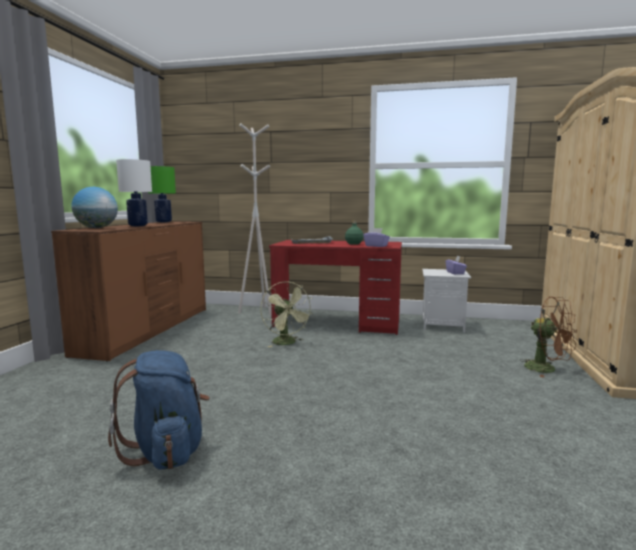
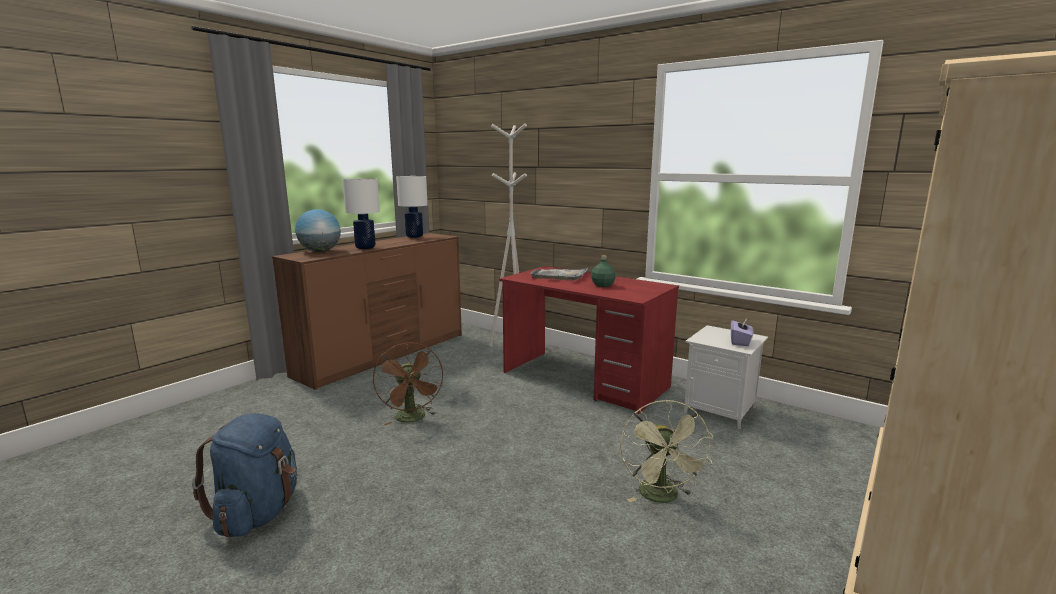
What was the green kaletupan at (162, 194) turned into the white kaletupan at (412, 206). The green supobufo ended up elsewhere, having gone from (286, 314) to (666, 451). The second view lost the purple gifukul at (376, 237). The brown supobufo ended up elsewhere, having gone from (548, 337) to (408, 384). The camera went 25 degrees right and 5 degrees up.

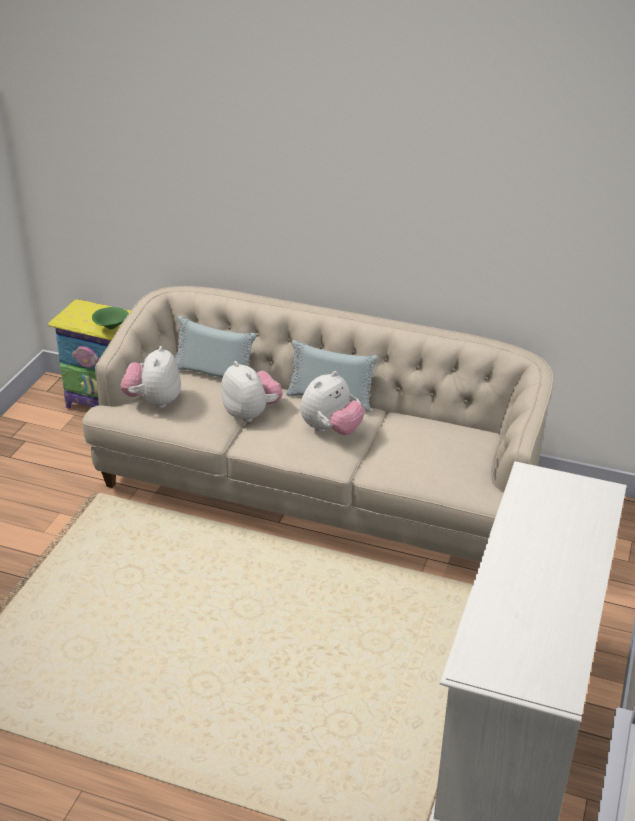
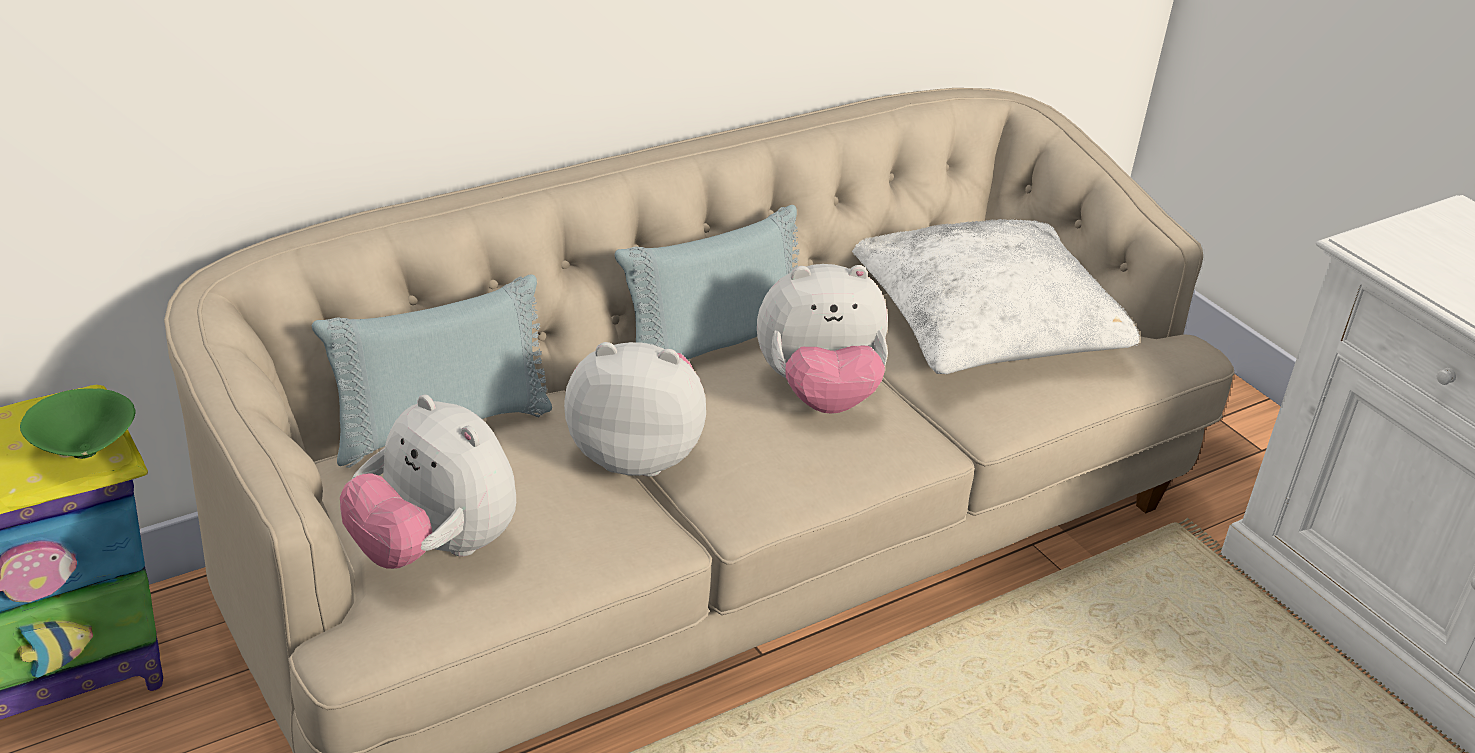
The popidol at (332, 403) ended up facing another way, 90 degrees clockwise from before. The second view gained the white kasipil at (996, 296). The camera went 55 degrees left and 0 degrees up.

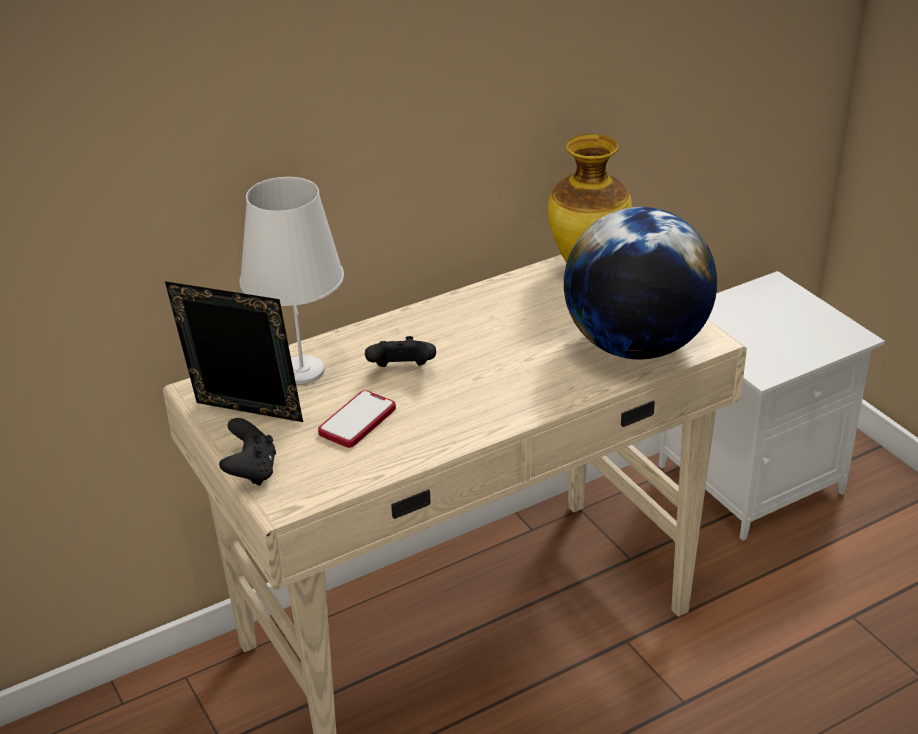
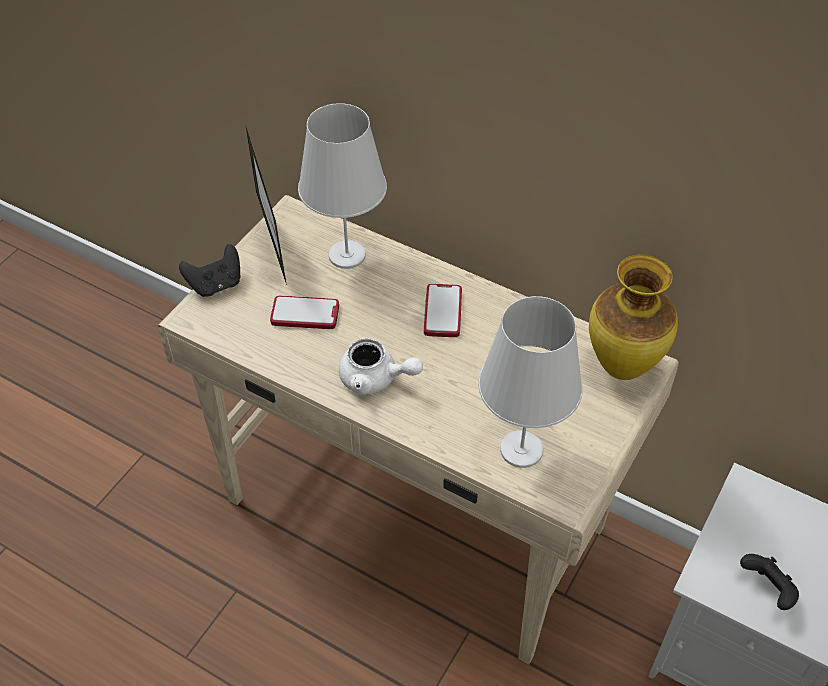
The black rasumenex ended up elsewhere, having gone from (400, 351) to (769, 582). Where the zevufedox stood at (640, 283), the white kaletupan came to stand at (530, 382). The second view gained the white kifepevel at (381, 367). The second view gained the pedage at (443, 310). The camera went 60 degrees right and 15 degrees up.

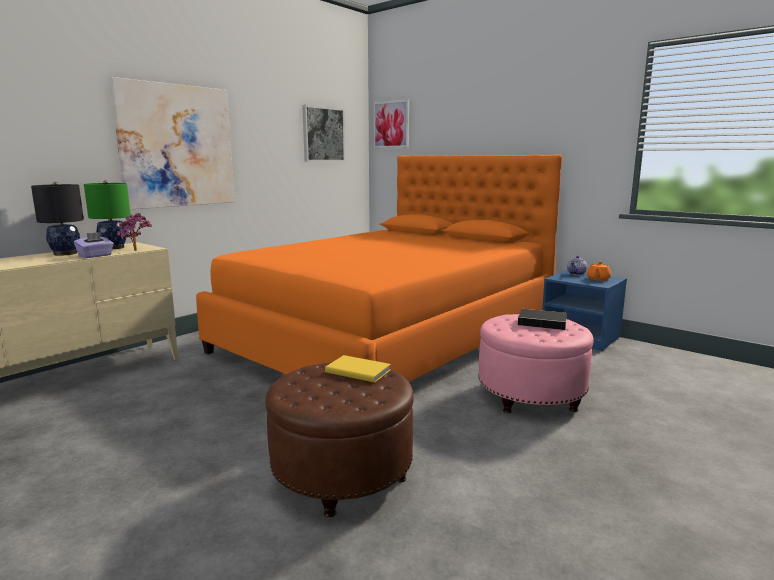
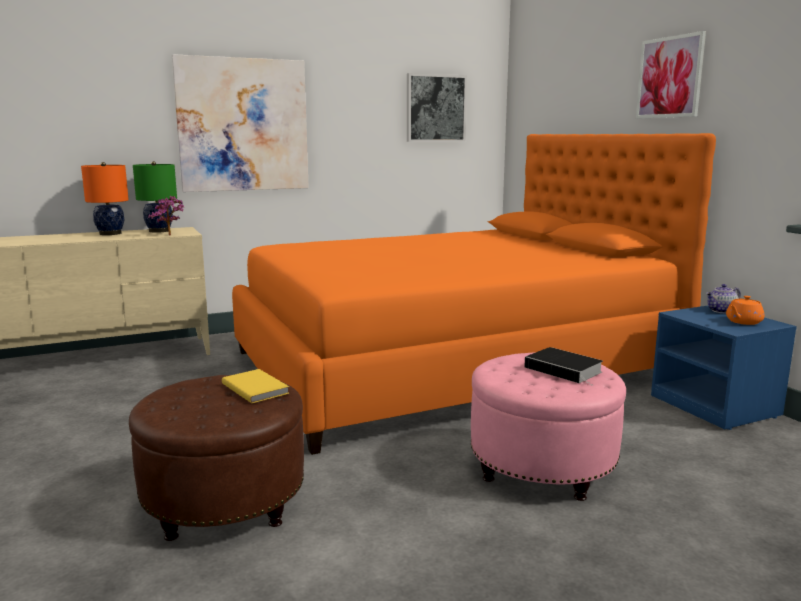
What was the black kaletupan at (57, 219) turned into the orange kaletupan at (105, 198). The second view lost the purple gifukul at (94, 245). The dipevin ended up elsewhere, having gone from (391, 123) to (671, 75). The camera went 25 degrees right and 0 degrees up.

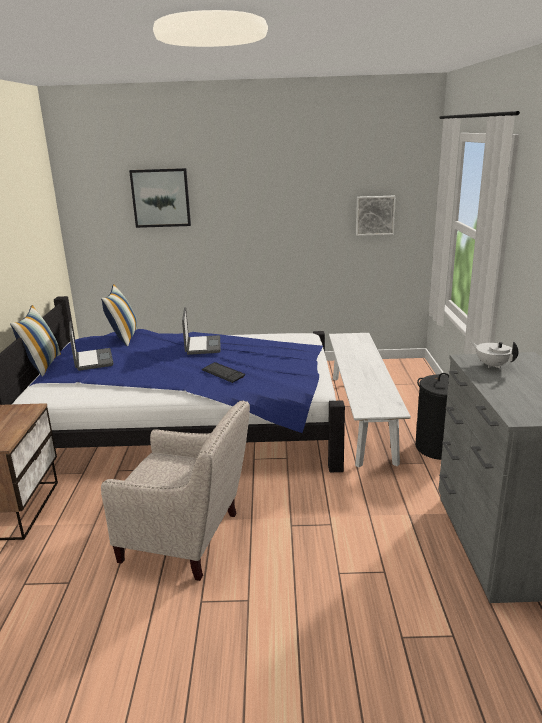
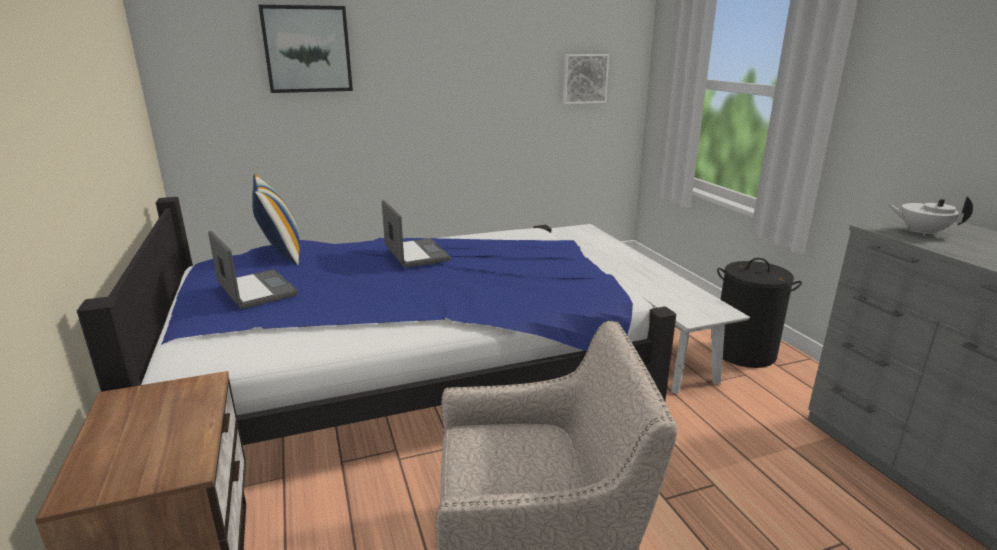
The second view lost the kasipil at (35, 341). The second view lost the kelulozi at (223, 372). The camera went 20 degrees left and 0 degrees up.

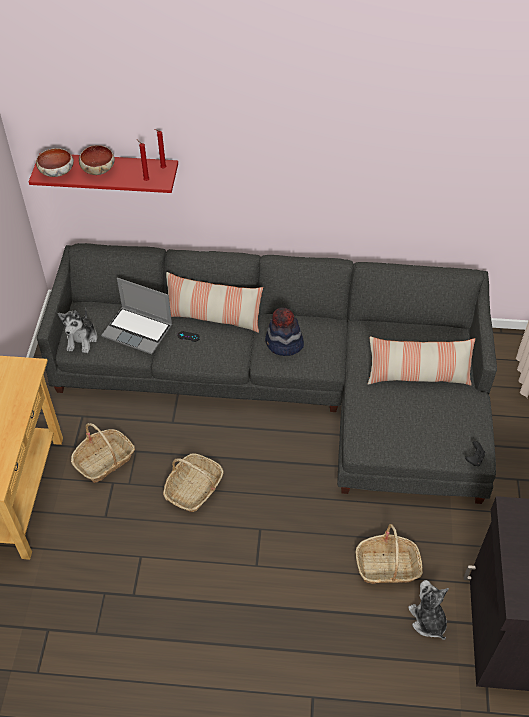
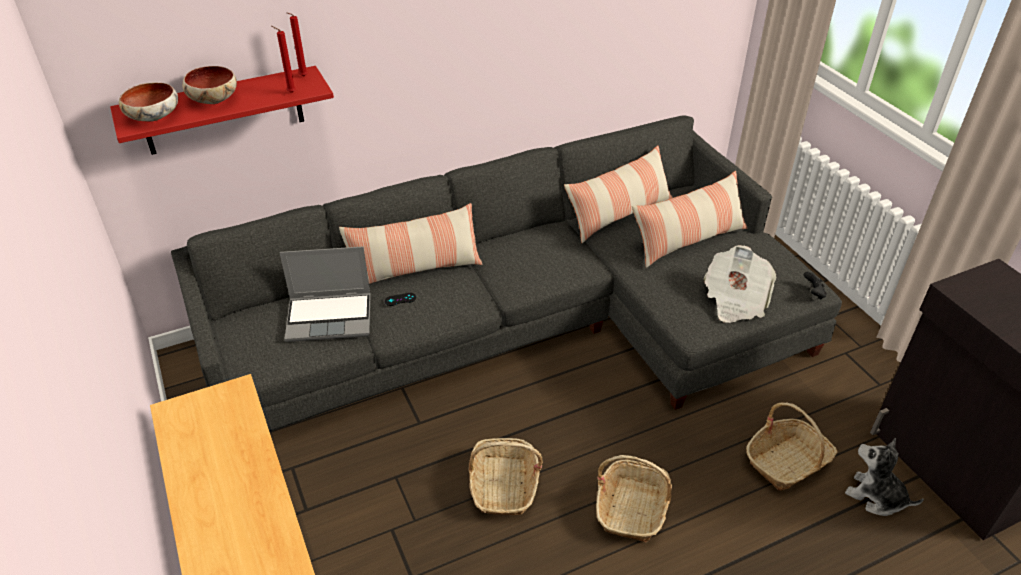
The second view lost the popidol at (77, 330). The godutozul ended up elsewhere, having gone from (103, 453) to (634, 498). The second view lost the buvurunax at (284, 331). The second view gained the kasipil at (618, 194). The second view gained the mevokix at (740, 284). The camera went 30 degrees left and 10 degrees down.

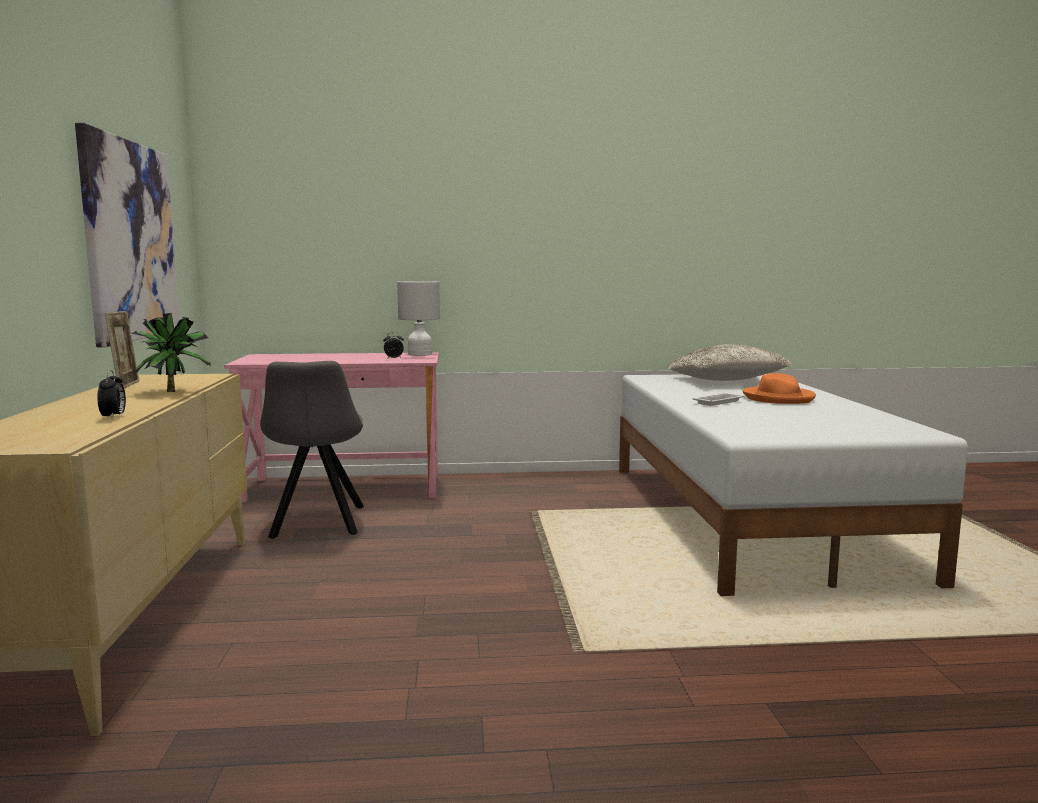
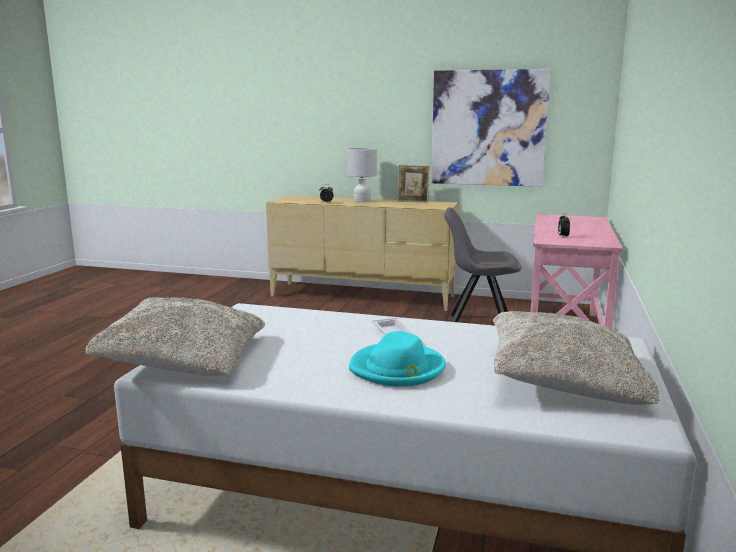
The second view lost the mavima at (171, 352). The grey kaletupan ended up elsewhere, having gone from (418, 318) to (362, 175). What was the orange buvurunax at (779, 388) turned into the turquoise buvurunax at (397, 359). The second view gained the beige kasipil at (175, 336). The camera went 110 degrees right and 5 degrees up.

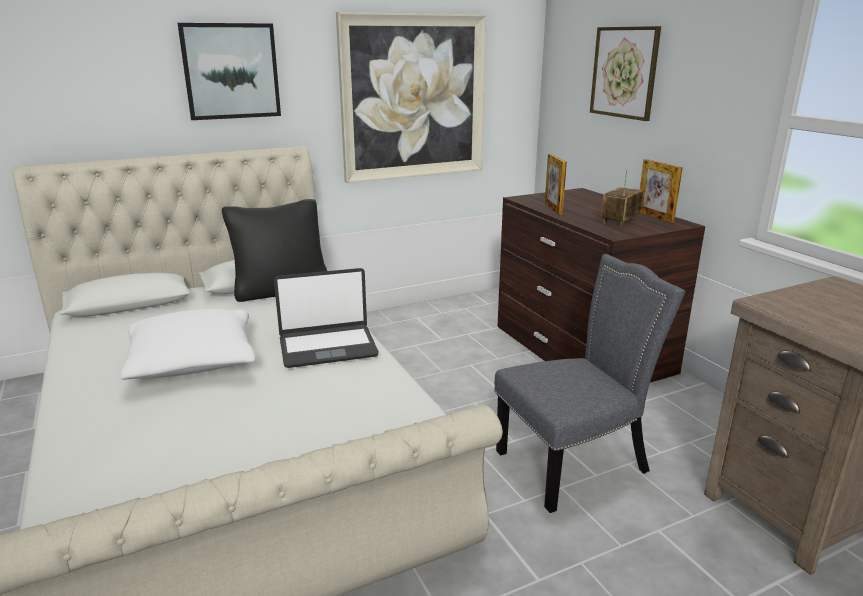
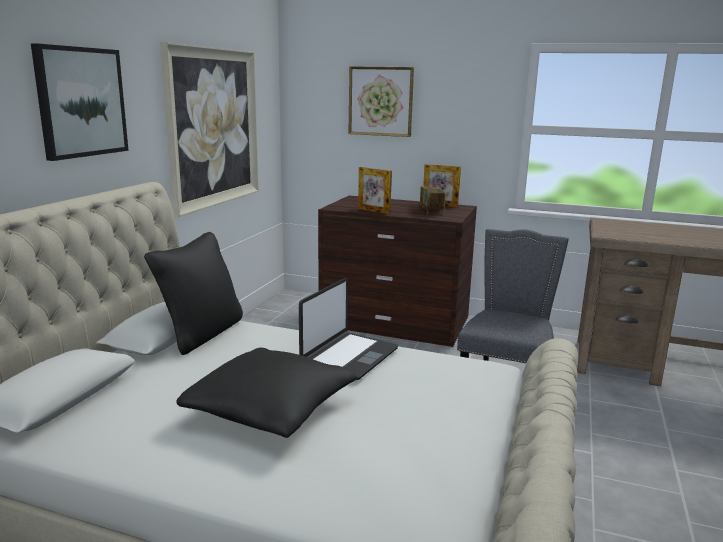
What was the white kasipil at (188, 344) turned into the black kasipil at (266, 393). The camera went 45 degrees left and 5 degrees down.

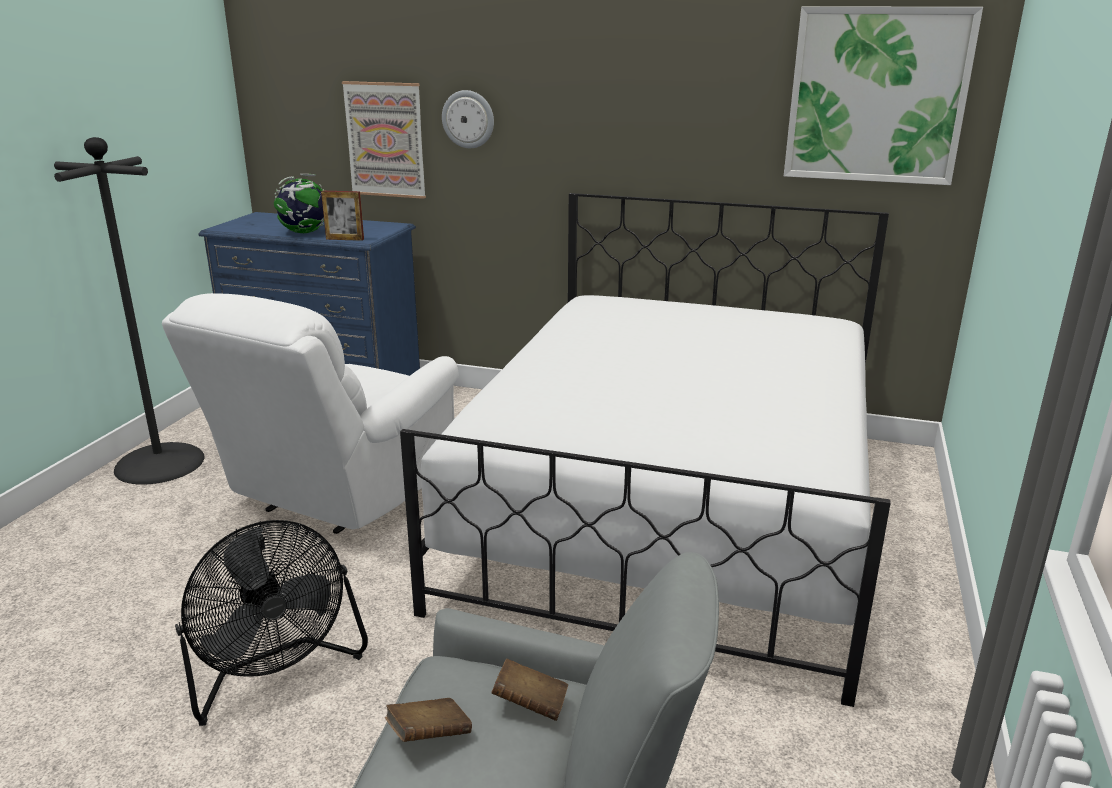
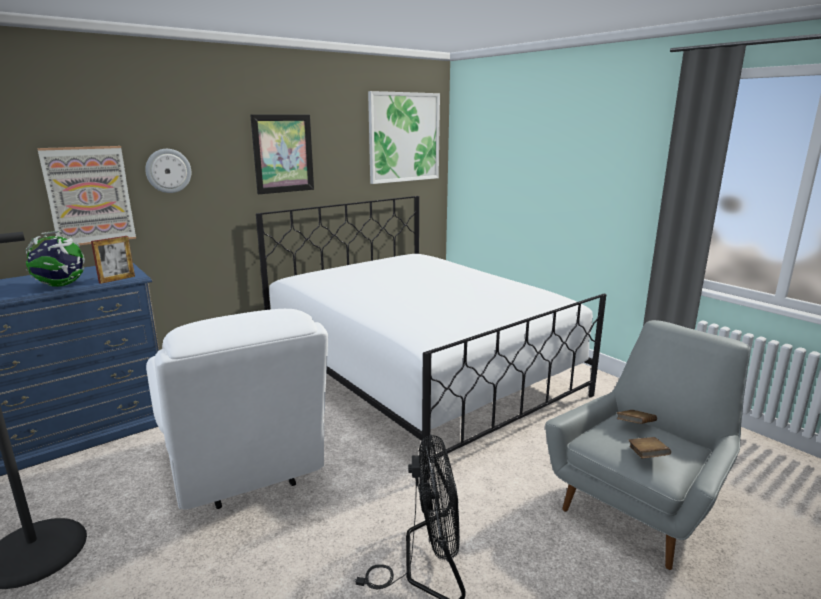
The second view gained the dipevin at (282, 154). The camera went 55 degrees left and 5 degrees down.

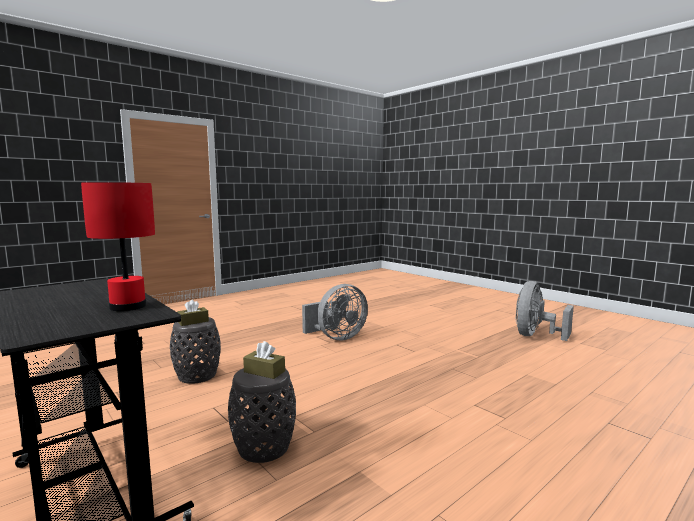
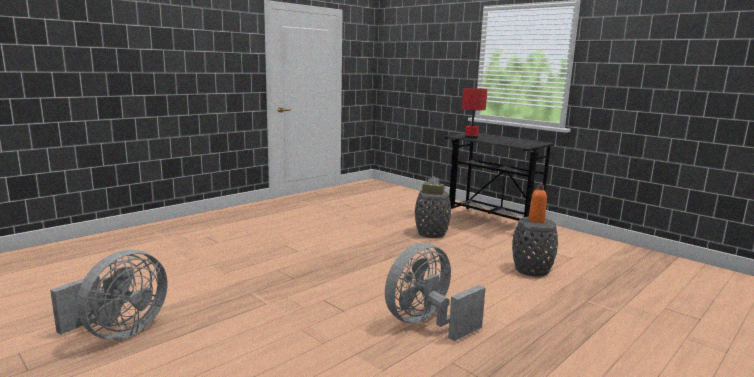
Where the brown gifukul stood at (193, 313), the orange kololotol came to stand at (538, 203). The camera went 175 degrees right and 5 degrees up.

